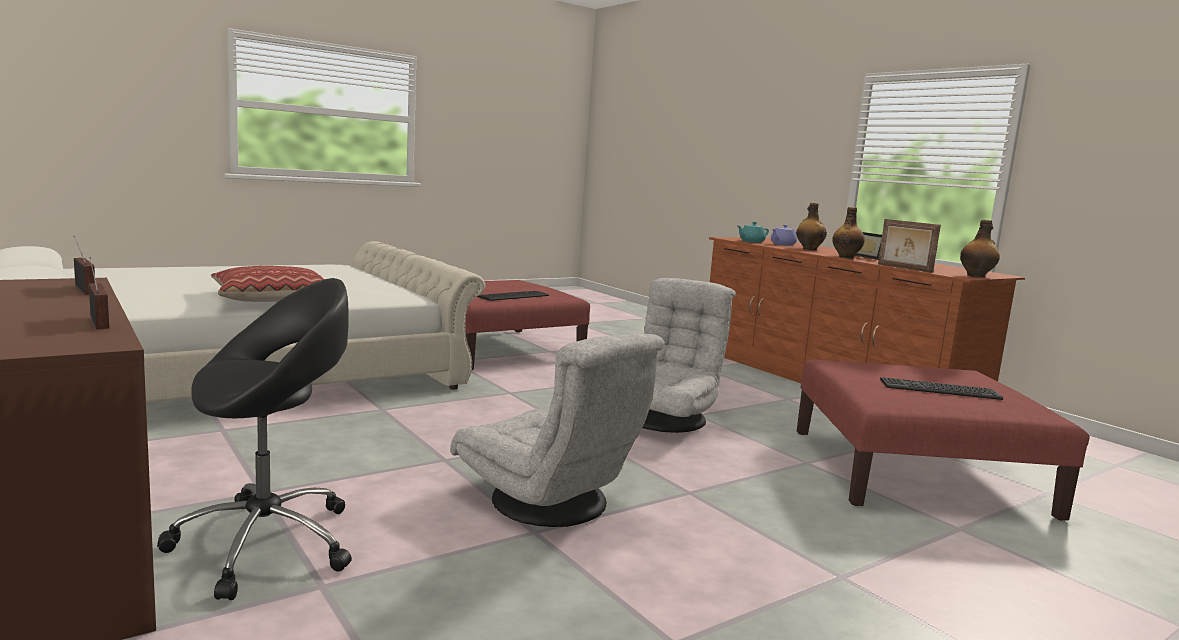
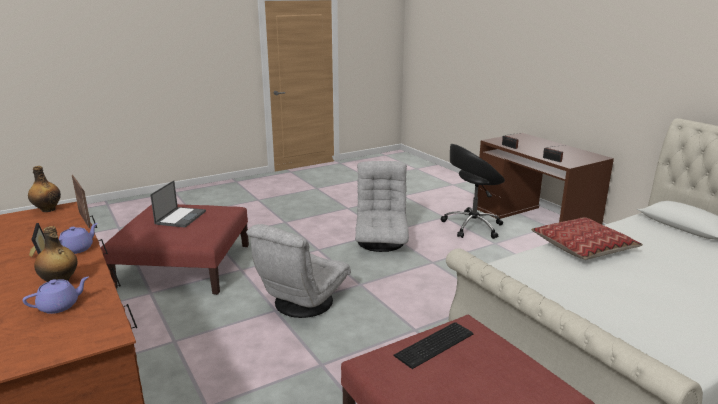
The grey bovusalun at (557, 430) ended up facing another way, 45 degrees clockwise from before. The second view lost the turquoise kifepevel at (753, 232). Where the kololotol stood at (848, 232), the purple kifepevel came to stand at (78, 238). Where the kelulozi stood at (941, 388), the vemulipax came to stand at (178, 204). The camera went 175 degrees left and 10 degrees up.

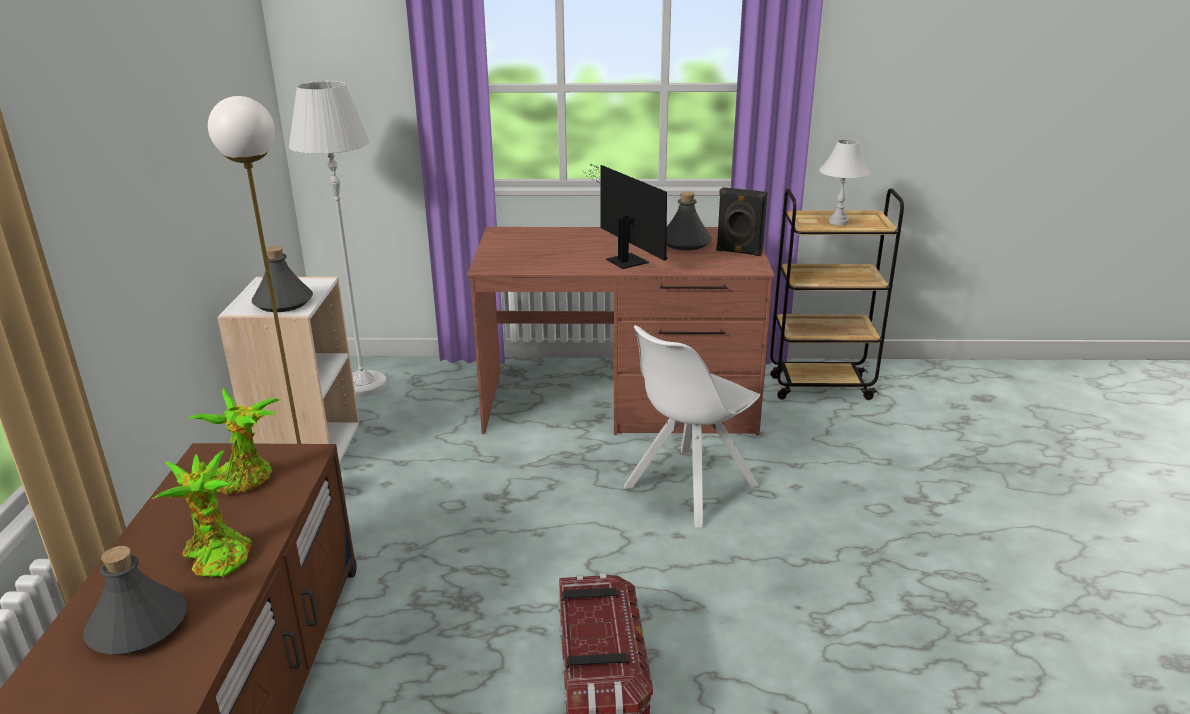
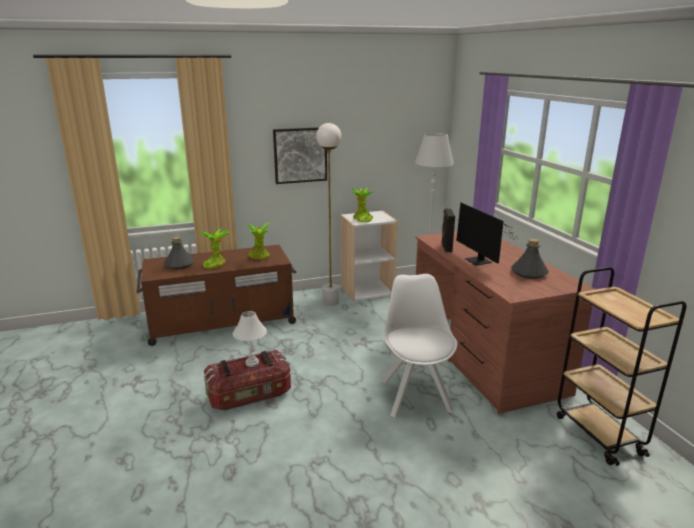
Where the grey kololotol stood at (282, 279), the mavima came to stand at (362, 205). The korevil at (625, 217) ended up facing another way, 120 degrees clockwise from before. The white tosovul at (692, 426) ended up facing another way, 60 degrees clockwise from before. The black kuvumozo ended up elsewhere, having gone from (742, 221) to (448, 230). The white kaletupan ended up elsewhere, having gone from (844, 182) to (250, 339). The second view gained the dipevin at (300, 155). The camera went 70 degrees right and 5 degrees down.

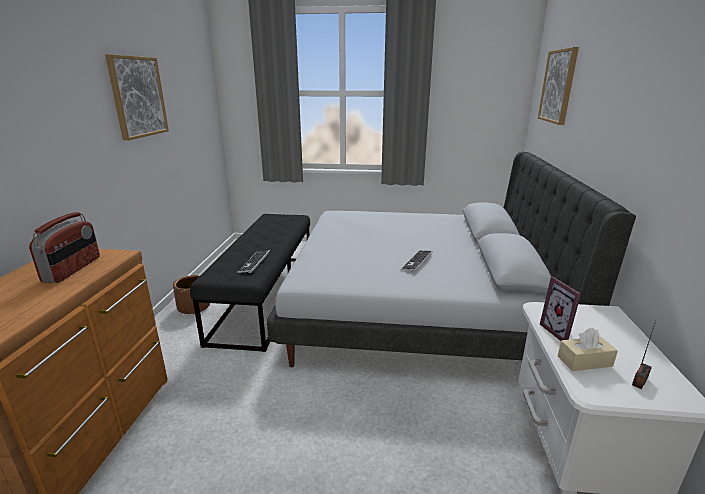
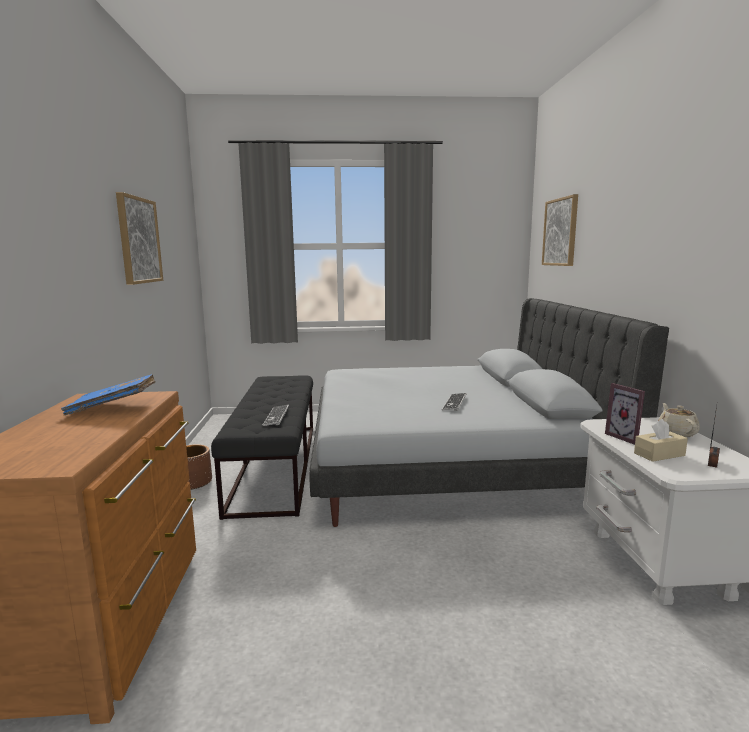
Where the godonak stood at (64, 247), the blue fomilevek came to stand at (108, 394). The second view gained the beige kifepevel at (679, 420). The camera went 10 degrees left and 10 degrees down.

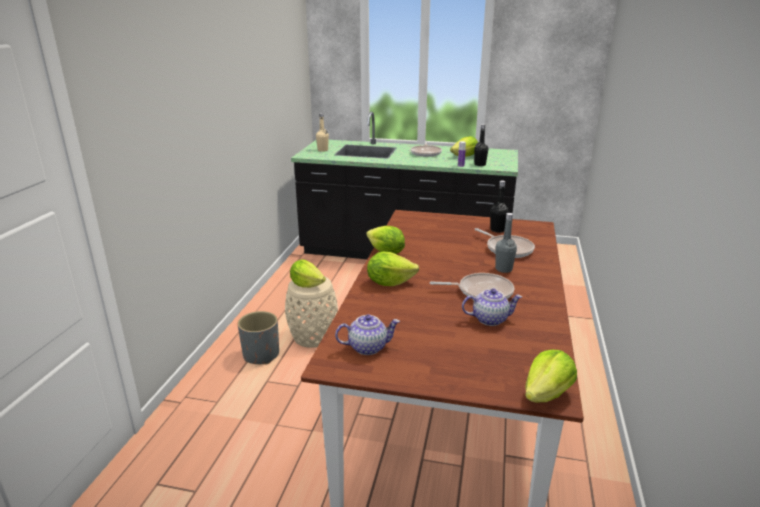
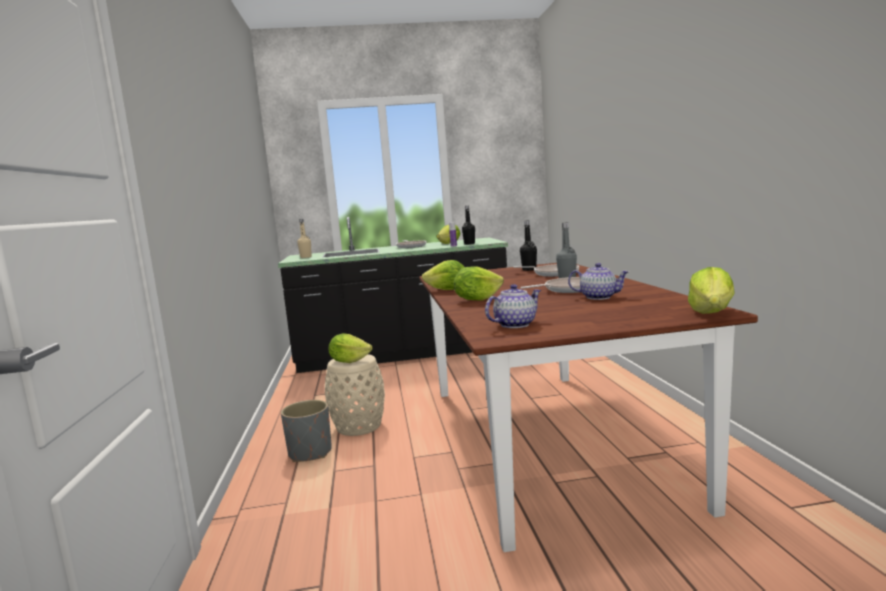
The kifepevel at (492, 307) ended up facing another way, 45 degrees clockwise from before. The camera went 20 degrees left and 15 degrees down.

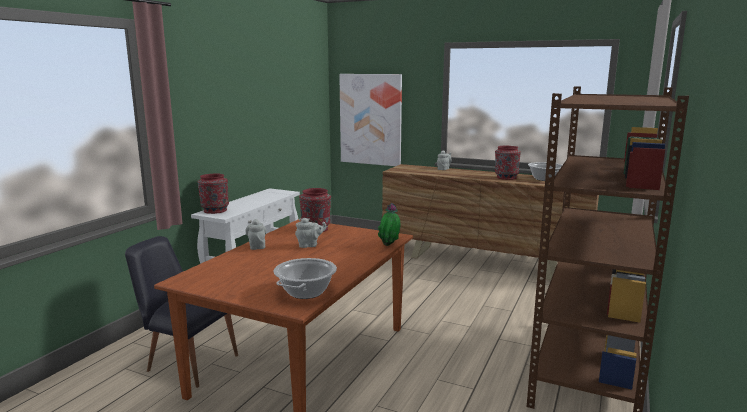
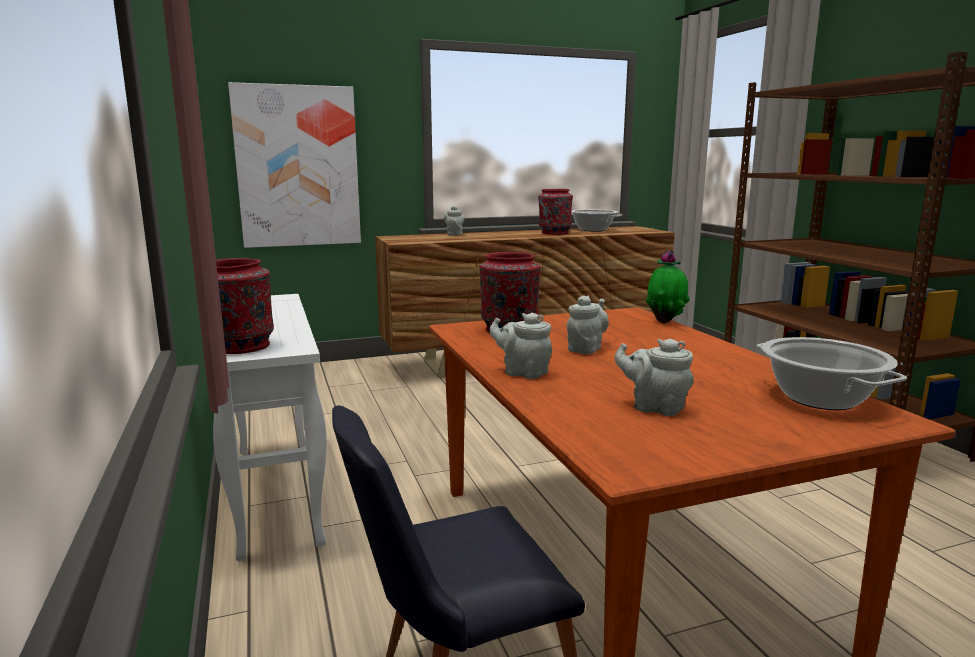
The second view gained the grey kifepevel at (654, 377). The camera went 45 degrees left and 0 degrees up.

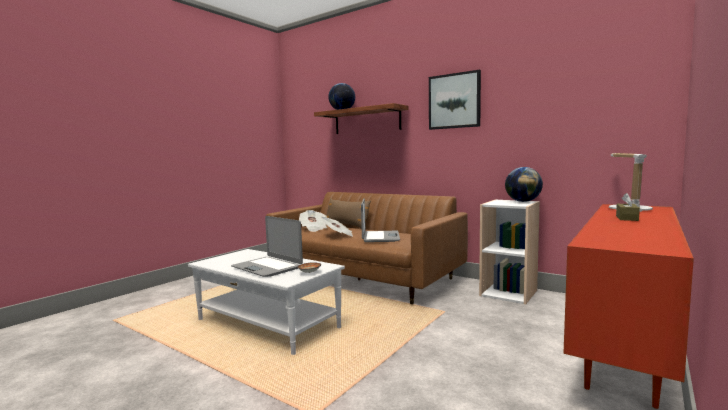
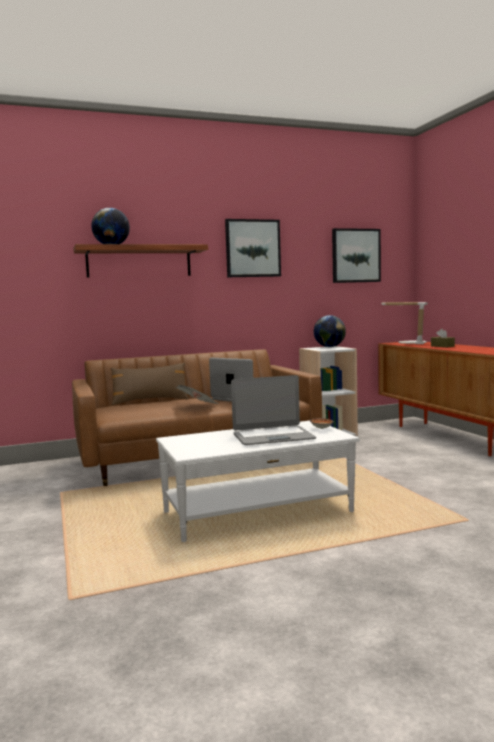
The second view lost the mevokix at (313, 221). The second view gained the dipevin at (356, 255). The camera went 55 degrees left and 0 degrees up.

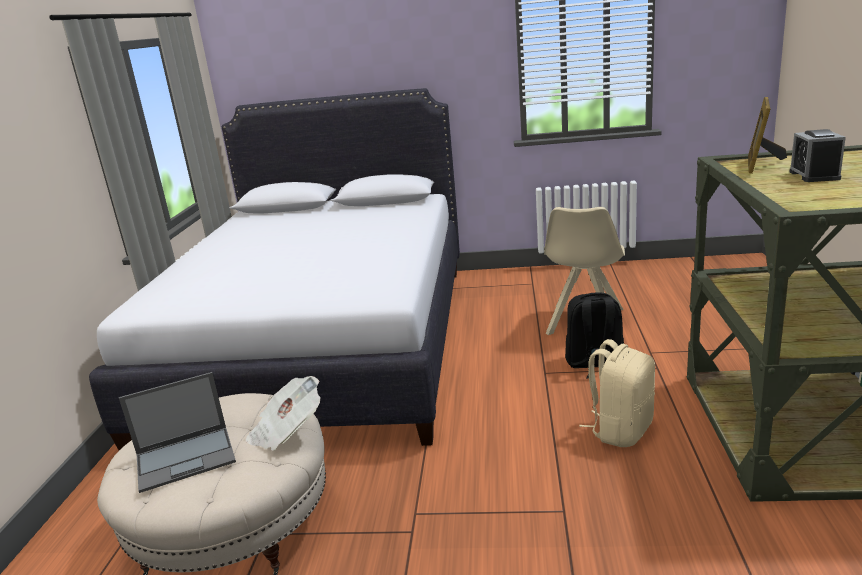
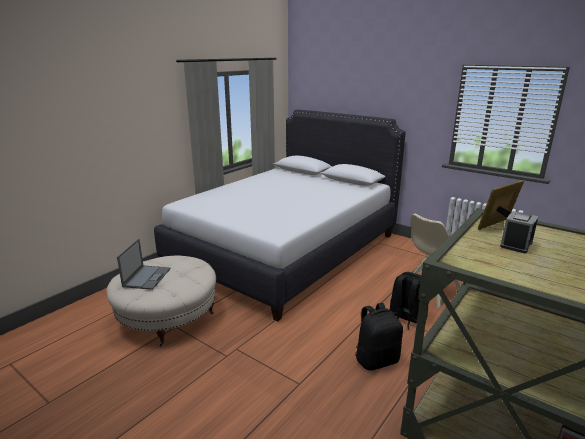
The vemulipax at (177, 432) ended up facing another way, 90 degrees counterclockwise from before. The second view lost the mevokix at (283, 413). What was the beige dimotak at (617, 393) turned into the black dimotak at (379, 337). The camera went 30 degrees right and 0 degrees up.

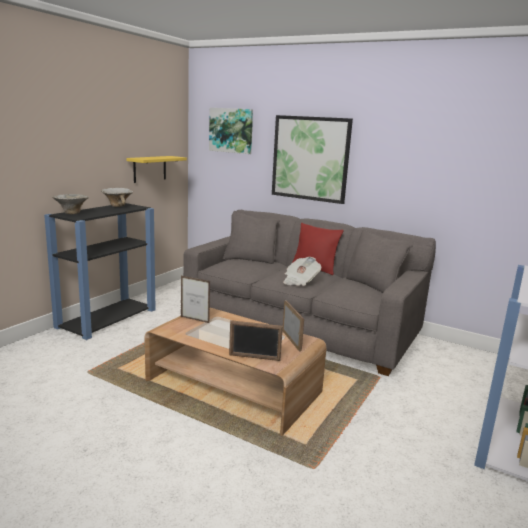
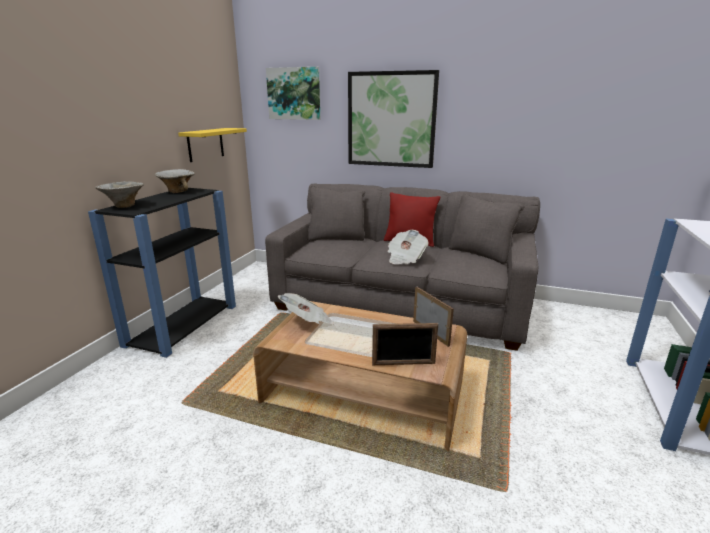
Where the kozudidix stood at (195, 299), the mevokix came to stand at (306, 308). The camera went 10 degrees left and 5 degrees up.

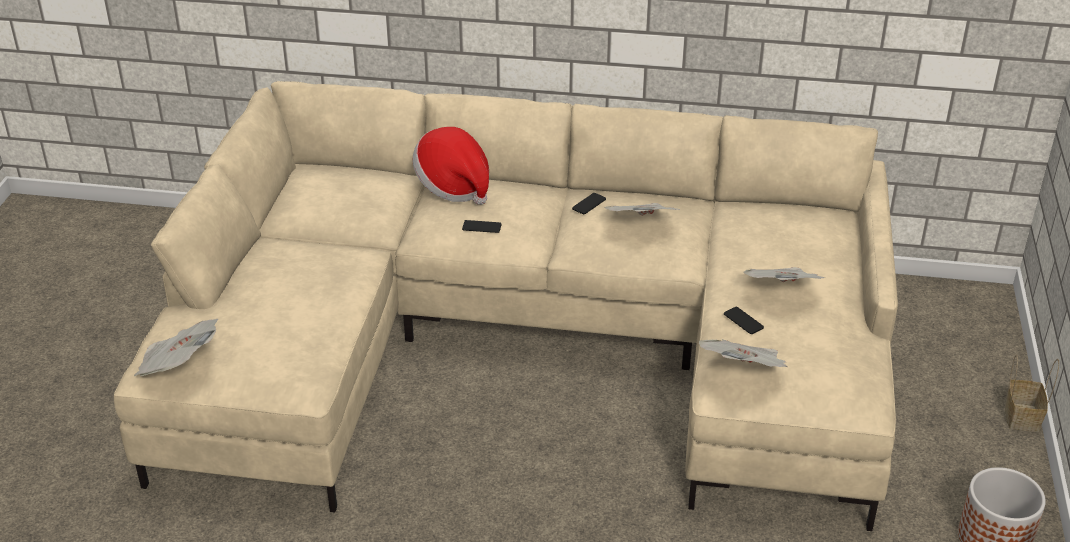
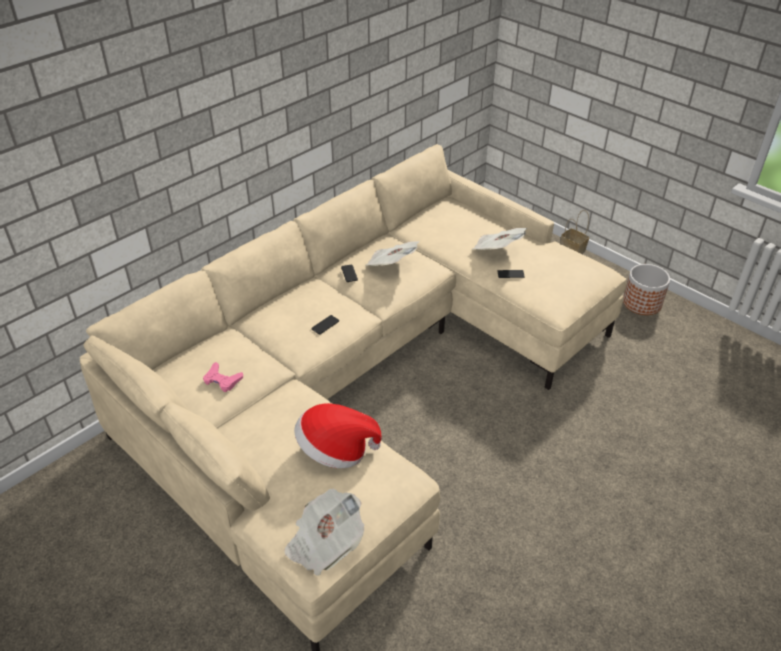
The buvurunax ended up elsewhere, having gone from (450, 166) to (338, 435). The second view lost the mevokix at (743, 353). The second view gained the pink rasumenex at (223, 377). The camera went 55 degrees left and 5 degrees up.

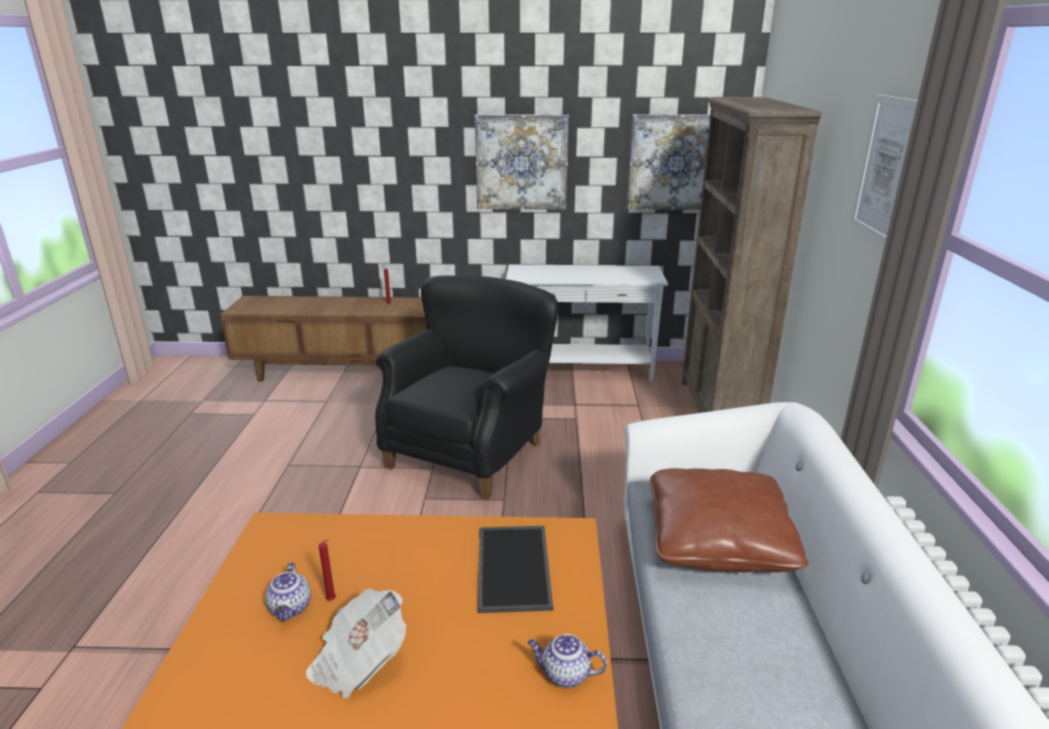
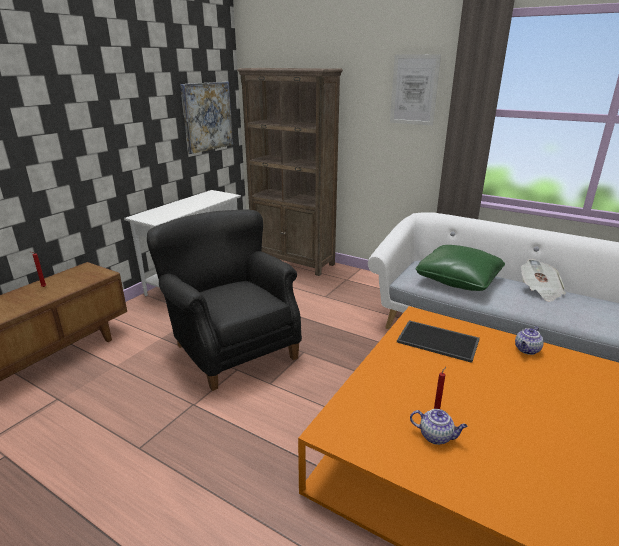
The mevokix ended up elsewhere, having gone from (356, 643) to (543, 280). The second view lost the dipevin at (522, 162). What was the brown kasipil at (729, 520) turned into the green kasipil at (460, 268). The camera went 60 degrees left and 0 degrees up.

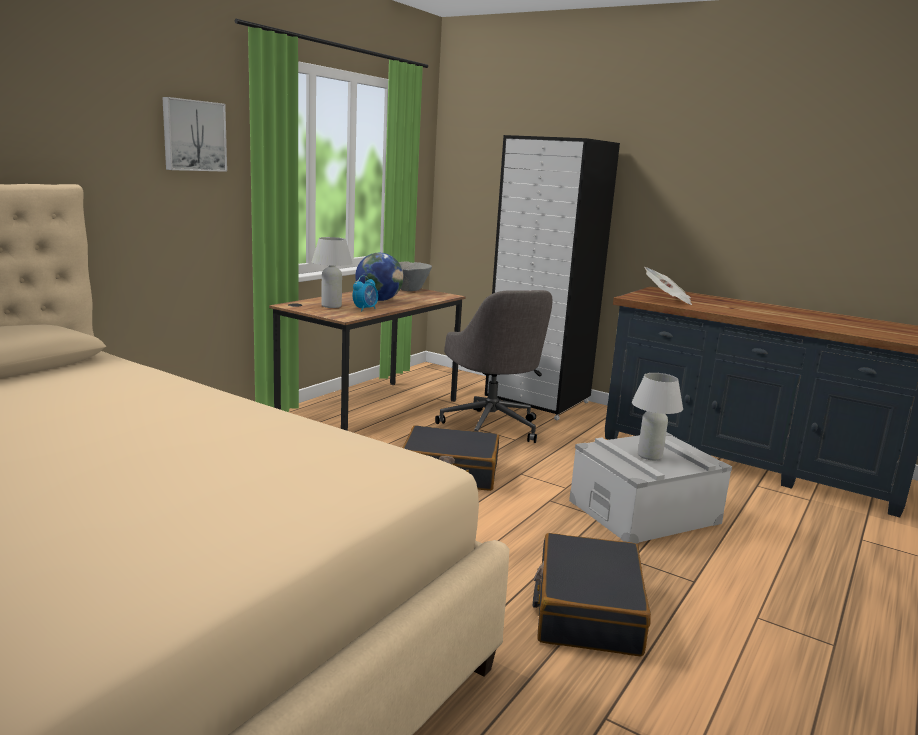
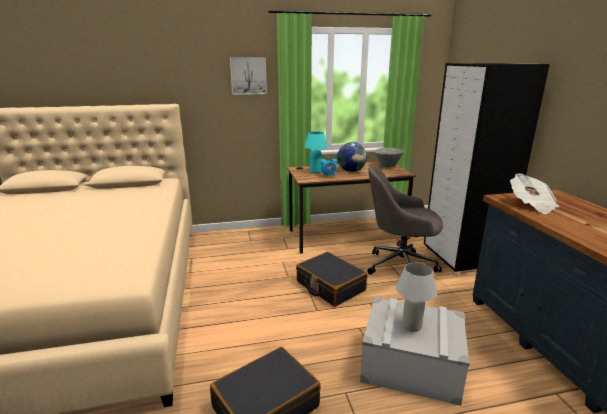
What was the white kaletupan at (332, 272) turned into the turquoise kaletupan at (316, 152). The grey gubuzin at (493, 366) ended up facing another way, 75 degrees clockwise from before. The camera went 45 degrees right and 5 degrees up.

